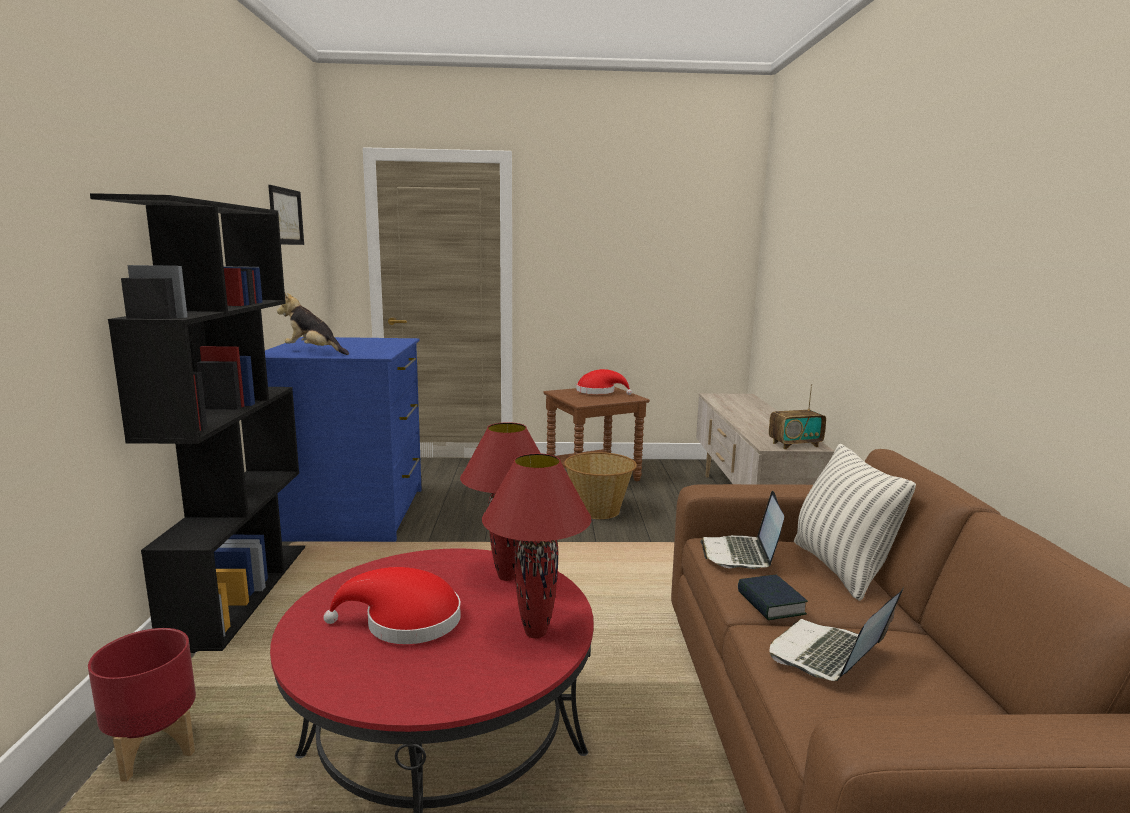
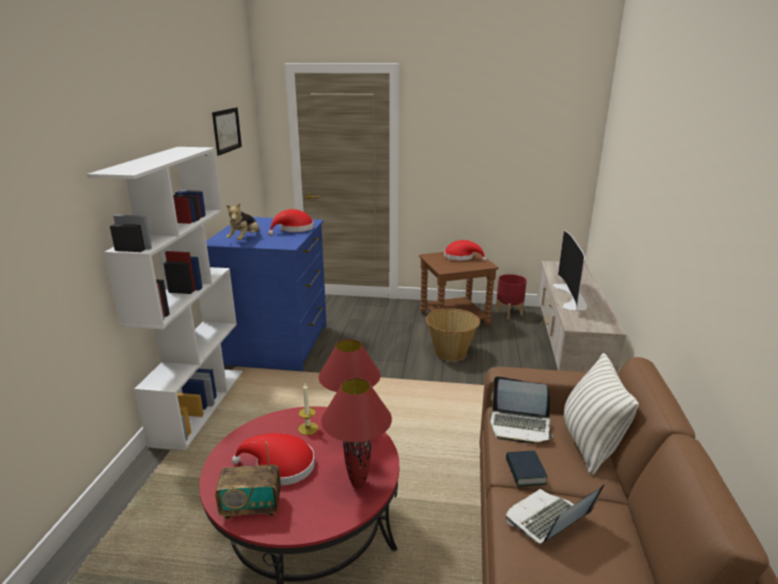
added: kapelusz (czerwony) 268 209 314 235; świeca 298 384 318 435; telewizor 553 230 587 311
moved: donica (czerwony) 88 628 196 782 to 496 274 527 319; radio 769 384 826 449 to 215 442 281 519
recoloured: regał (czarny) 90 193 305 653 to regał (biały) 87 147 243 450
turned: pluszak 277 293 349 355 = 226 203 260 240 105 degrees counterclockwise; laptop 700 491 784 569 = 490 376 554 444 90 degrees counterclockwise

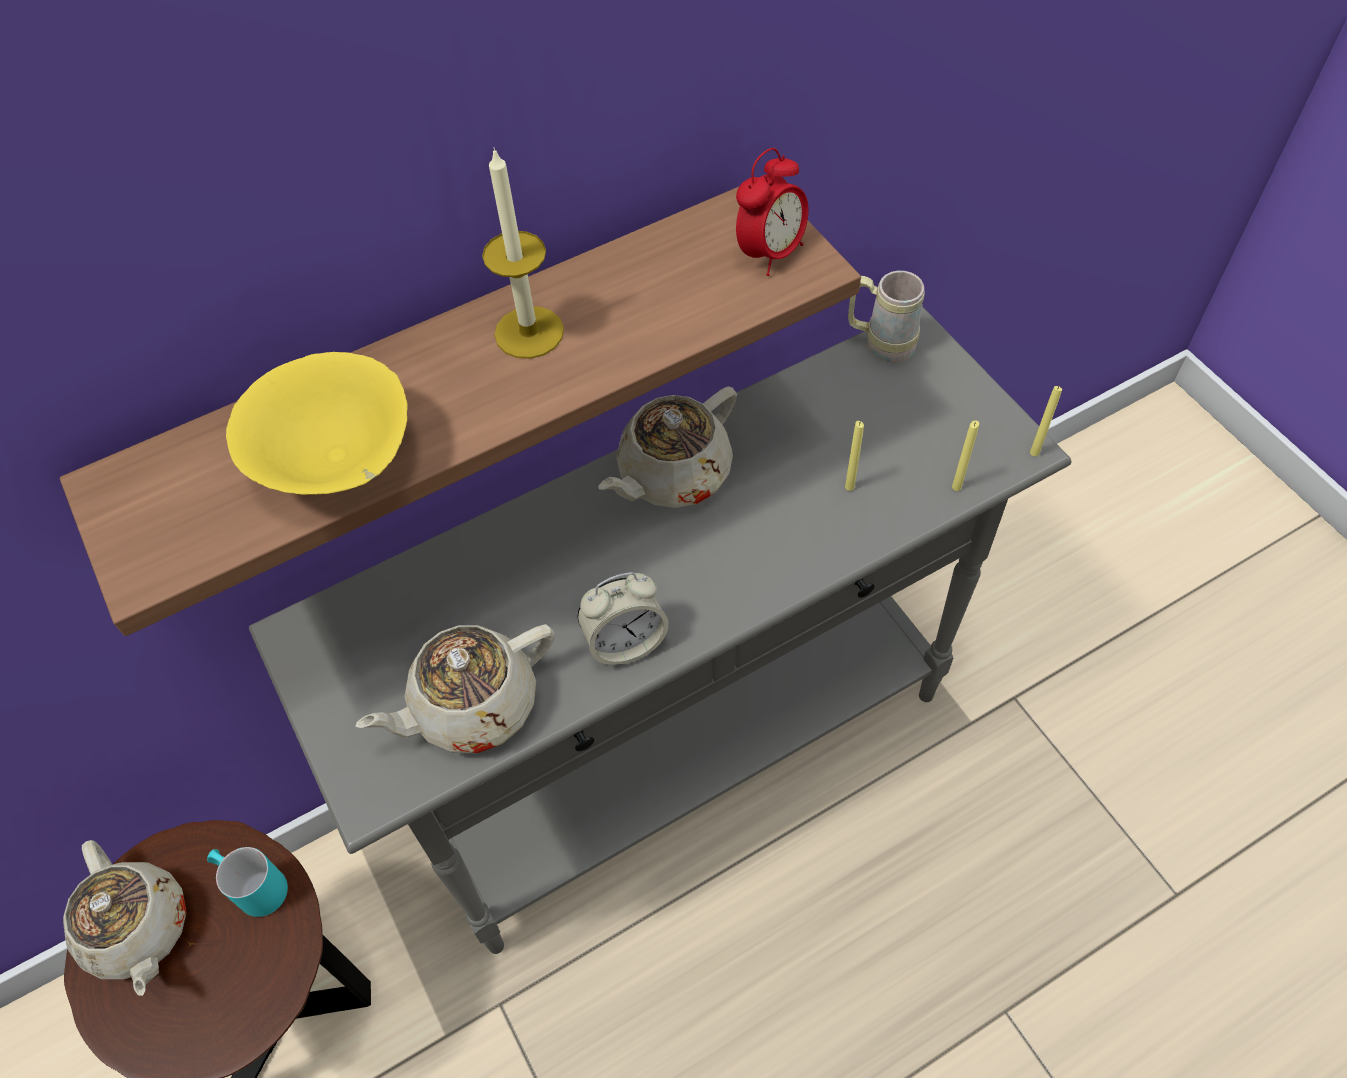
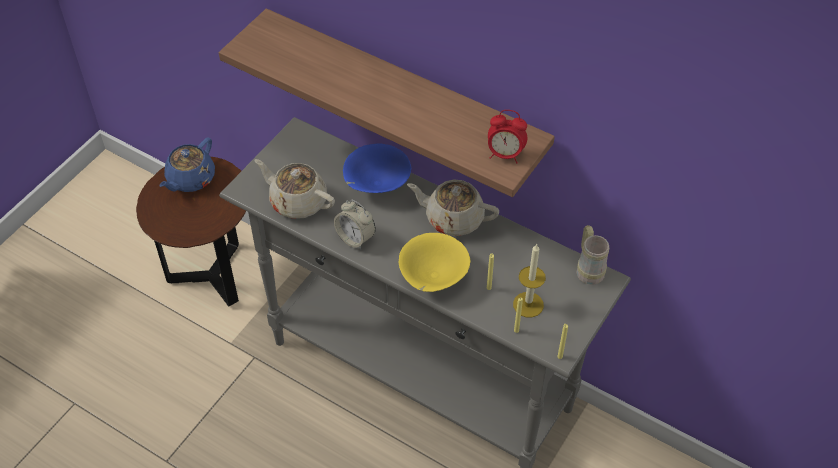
removed: kubek (turkusowy) 207 847 288 917
added: miska (niebieski) 343 143 411 193
moved: miska (żółty) 226 352 408 495 to 399 233 470 292; świeca 482 147 564 359 to 513 243 546 317
recoloured: imbryk (beżowy) 63 840 187 996 to imbryk (niebieski) 159 137 215 192

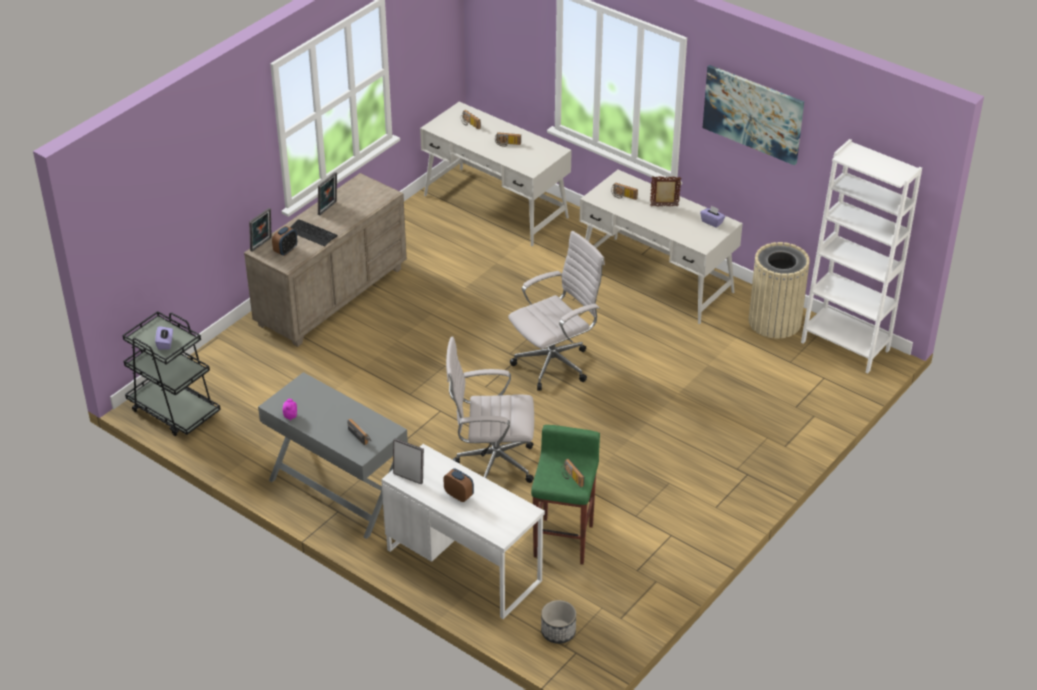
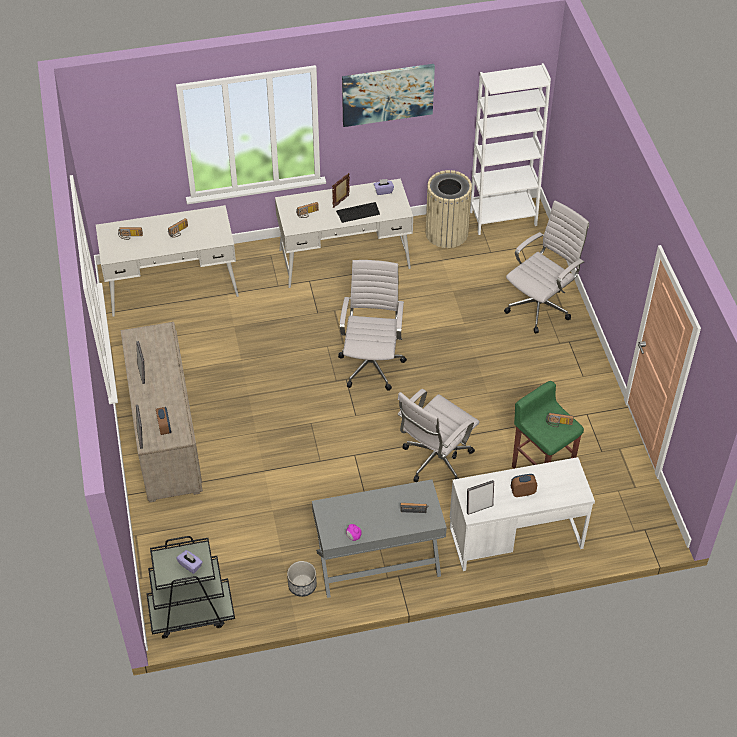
added: krzesło biurowe (biały) 504 200 589 333
moved: klawiatura 290 219 338 246 to 336 202 380 223; donica 541 600 576 644 to 287 561 317 597

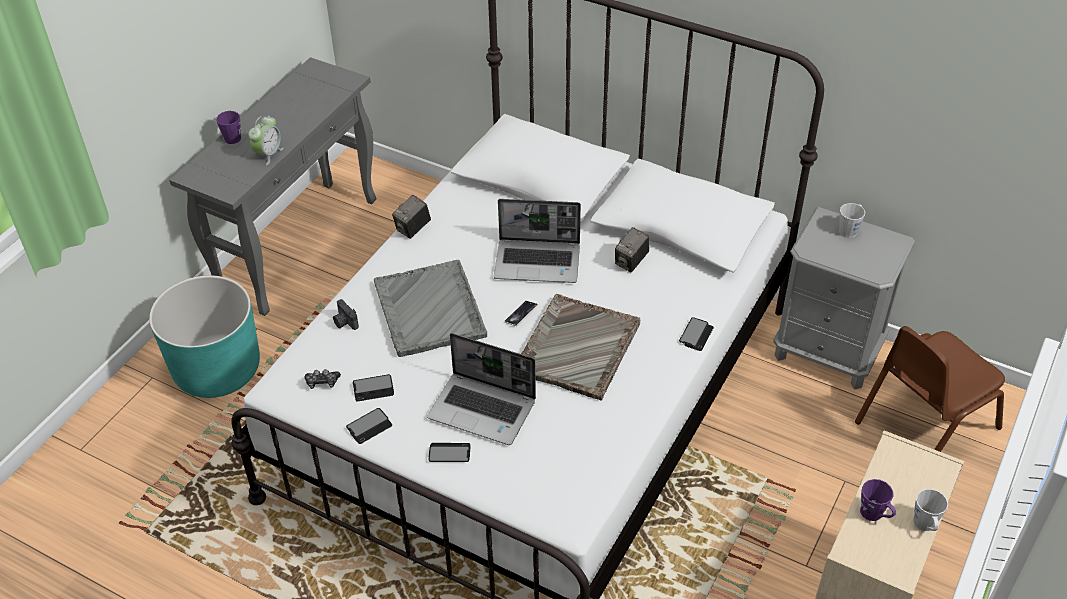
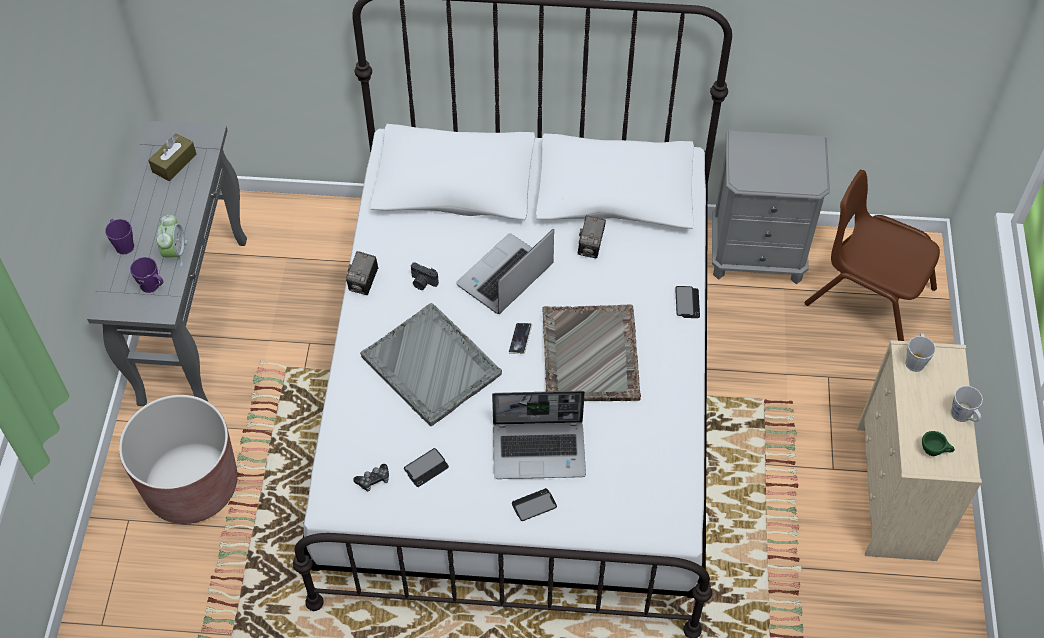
removed: telefon 346 408 392 444
added: pudełko chusteczek (brązowy) 148 133 196 181; filiżanka (zielony) 922 431 955 456
moved: aparat fotograficzny 333 299 359 330 to 411 262 439 290; kubek (szary) 839 203 865 238 to 905 333 936 372; kubek (fioletowy) 860 479 896 521 to 130 257 163 293
recoloured: donica (turkusowy) 149 275 260 398 to donica (brązowy) 119 395 237 524
turned: laptop 494 199 581 283 = 456 229 554 314 150 degrees clockwise; krzesło (brązowy) 855 326 1005 452 = 805 170 940 341 90 degrees clockwise

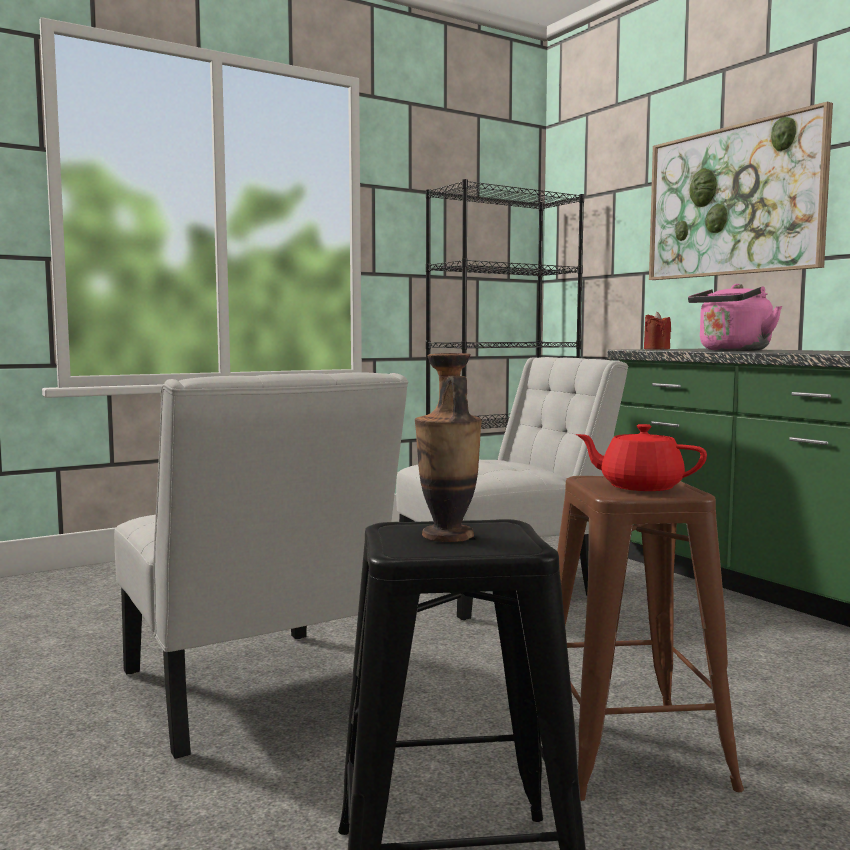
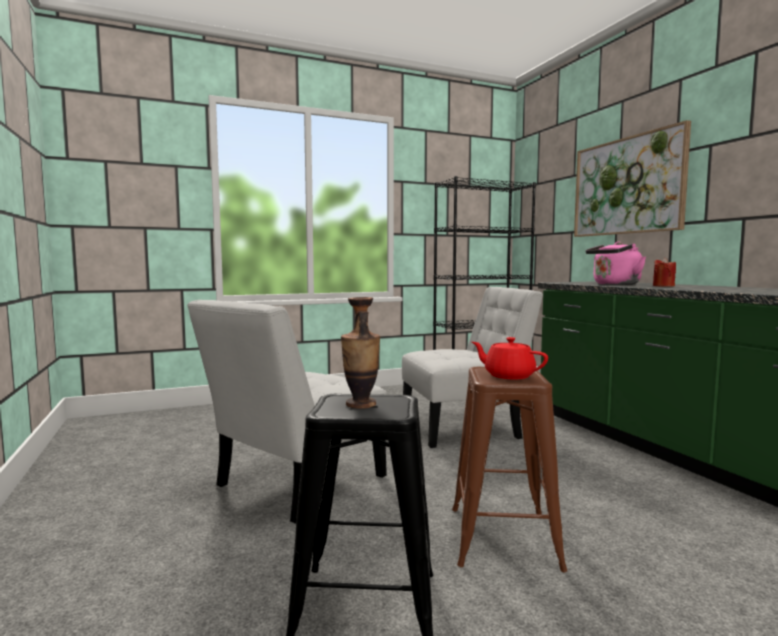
moved: świeca (czerwony) 644 312 671 349 to 653 258 676 287
turned: krzesło (biały) 114 372 408 759 = 187 300 387 524 60 degrees clockwise

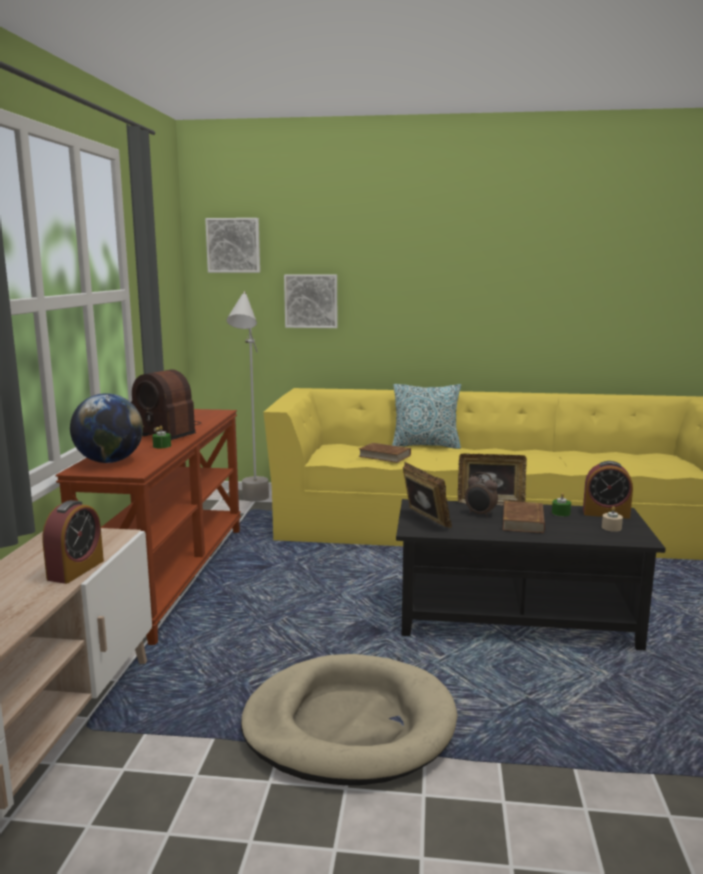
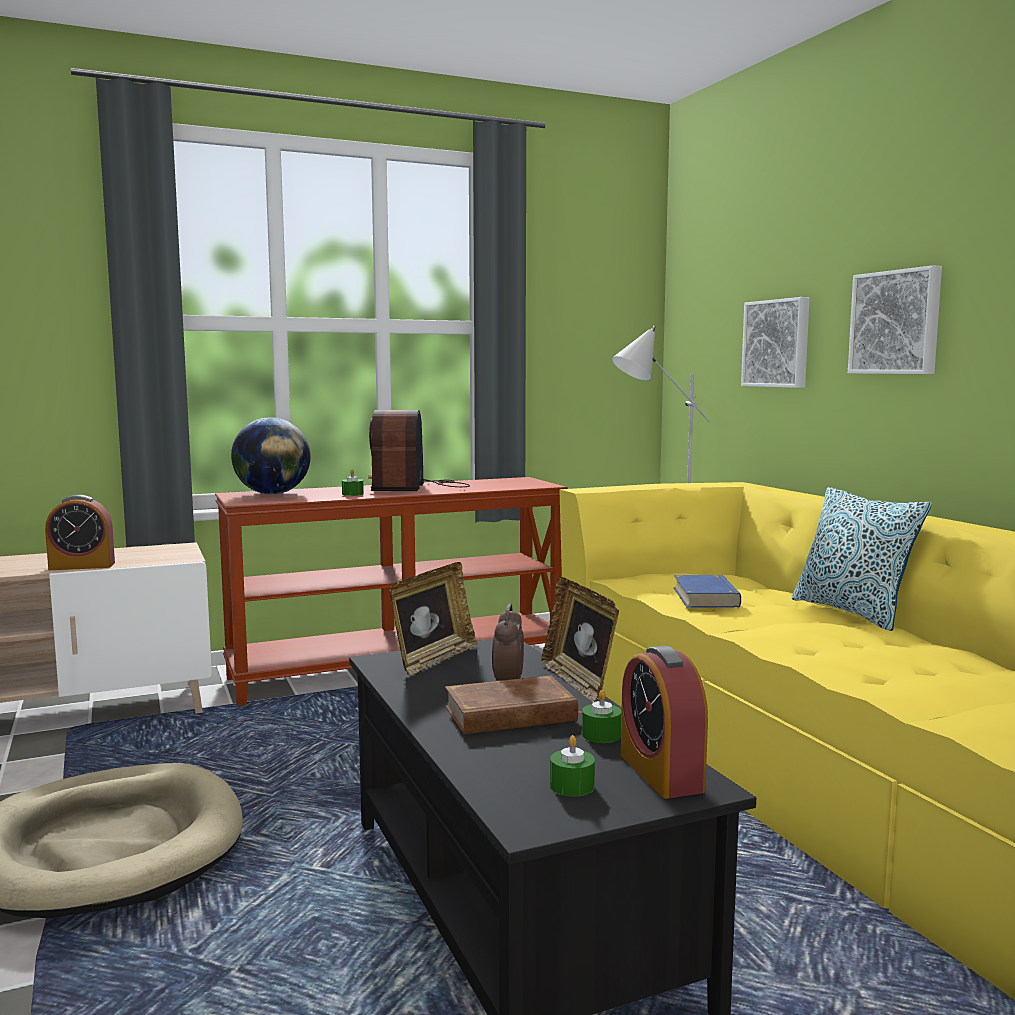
moved: obraz 205 218 260 273 to 848 265 942 374
recoloured: książka (brązowy) 358 443 411 463 to książka (niebieski) 674 575 741 608; świeca (beżowy) 602 506 623 532 to świeca (zielony) 550 735 595 797

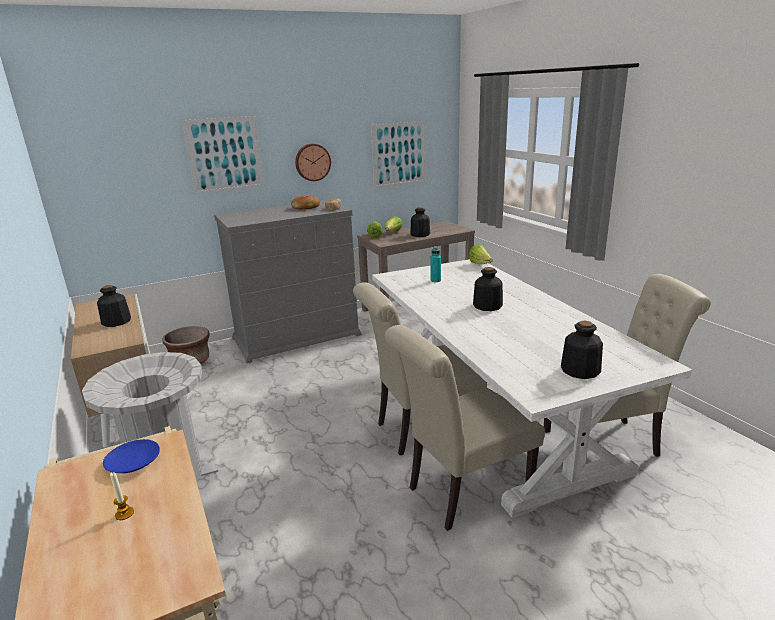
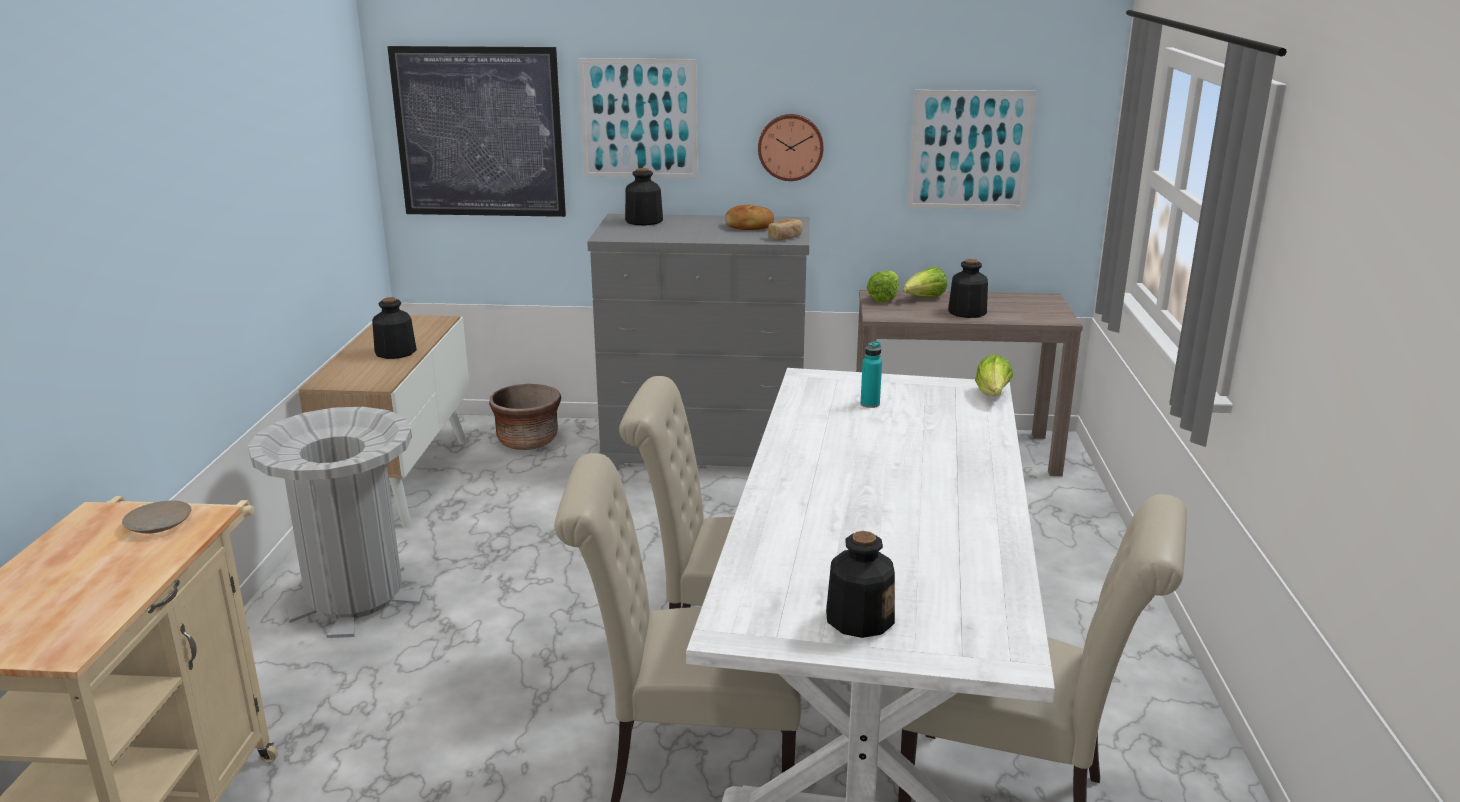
removed: świeca 110 472 134 520
added: obraz 387 46 566 217
moved: butelka 473 267 503 311 to 625 168 663 226
recoloured: talerz (niebieski) 103 439 160 473 to talerz (beżowy) 122 501 191 533

